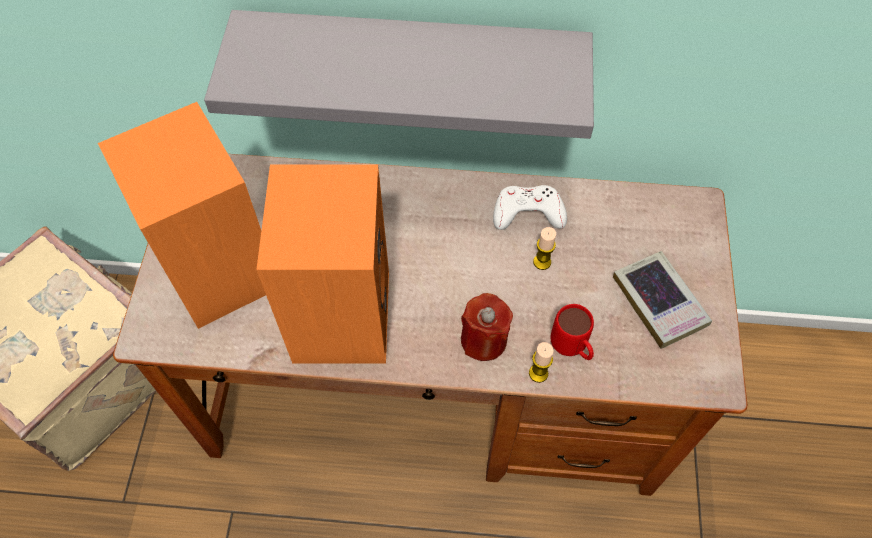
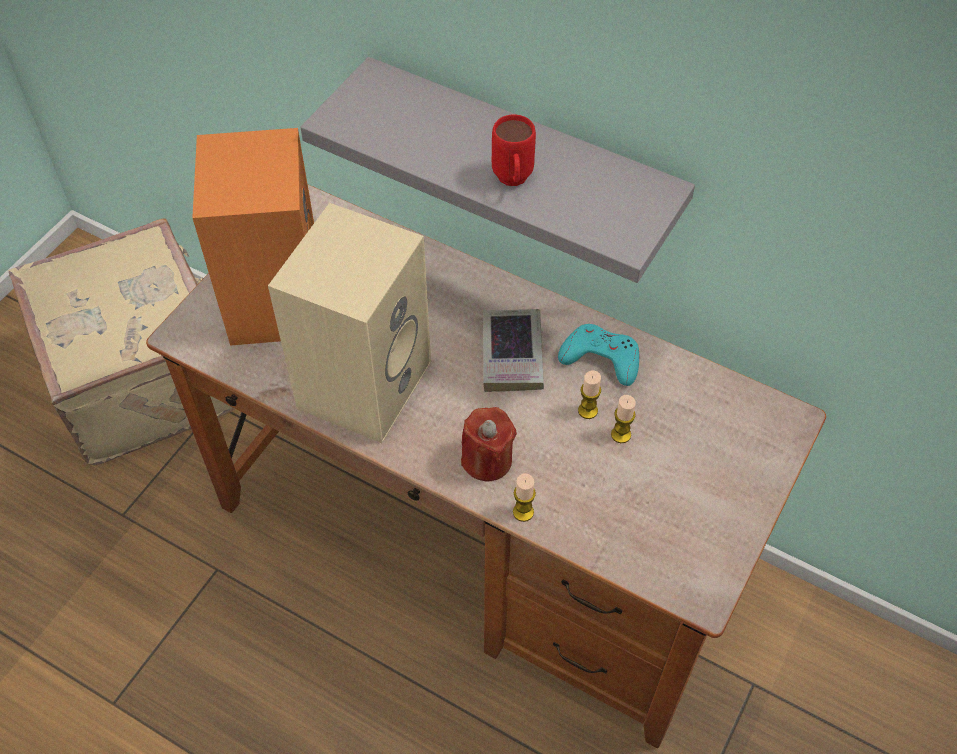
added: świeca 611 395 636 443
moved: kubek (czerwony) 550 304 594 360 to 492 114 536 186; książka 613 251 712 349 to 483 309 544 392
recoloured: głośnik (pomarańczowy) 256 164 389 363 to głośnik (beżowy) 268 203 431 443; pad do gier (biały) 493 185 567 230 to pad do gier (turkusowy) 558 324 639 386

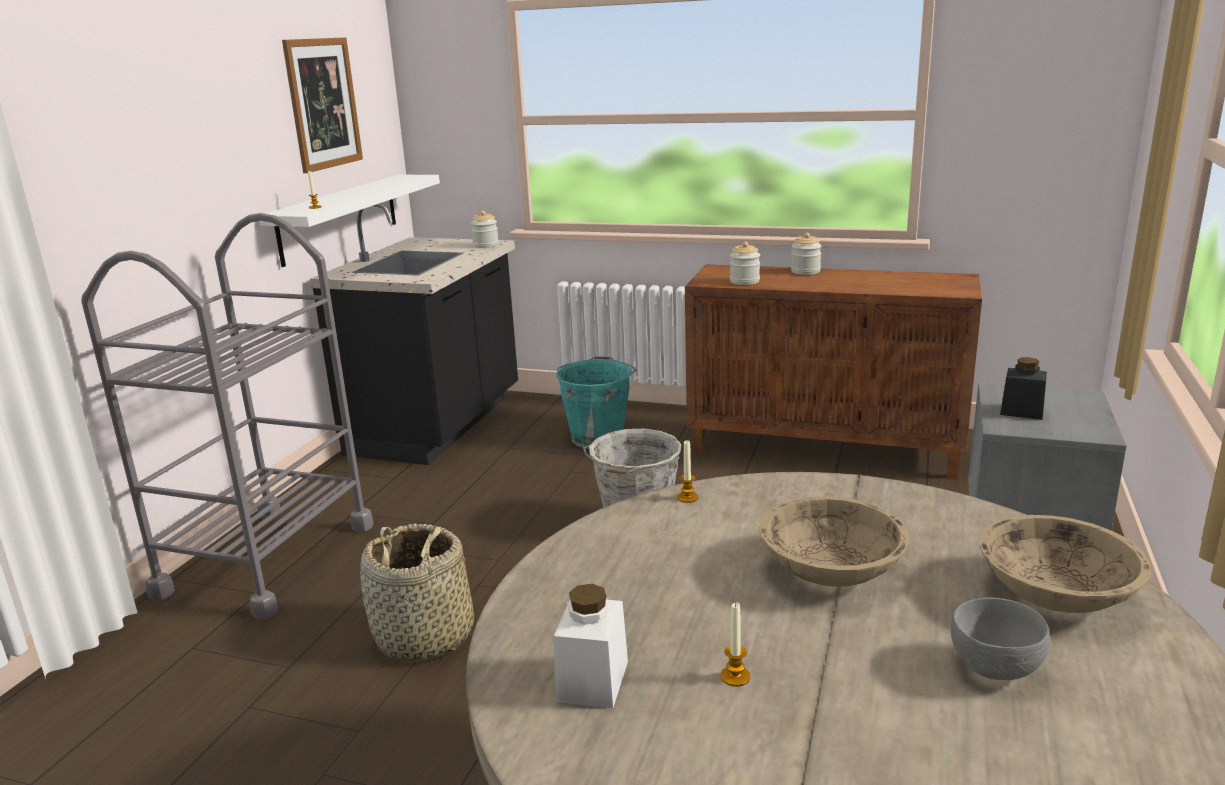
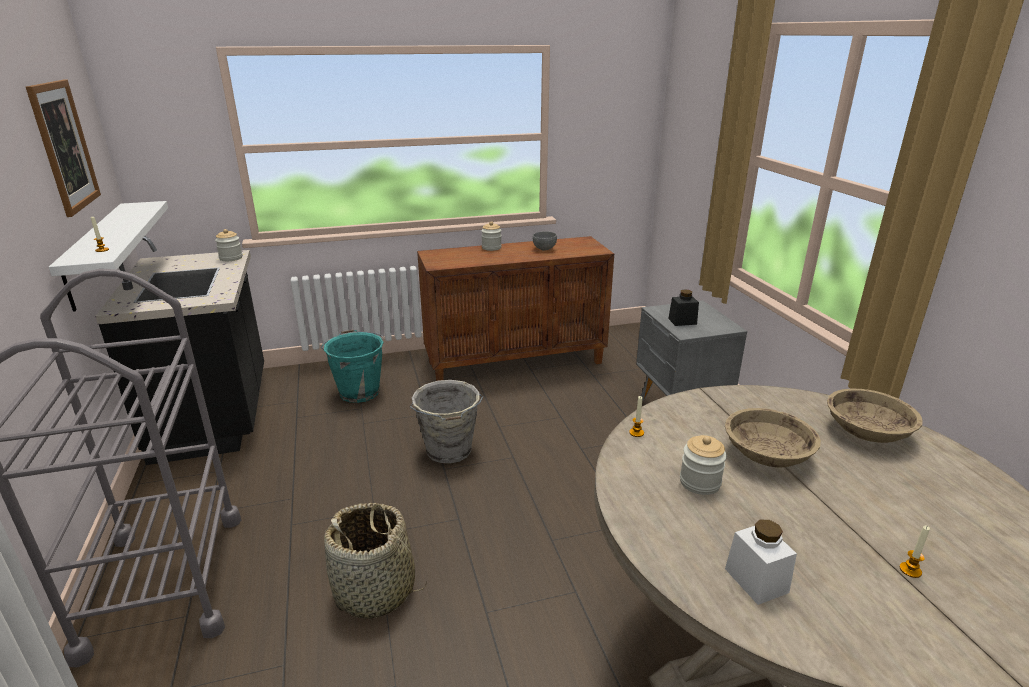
moved: świeca 721 602 750 687 to 899 525 930 578; słoik 730 242 760 285 to 680 435 727 495; miska (szary) 951 598 1050 680 to 533 231 557 251

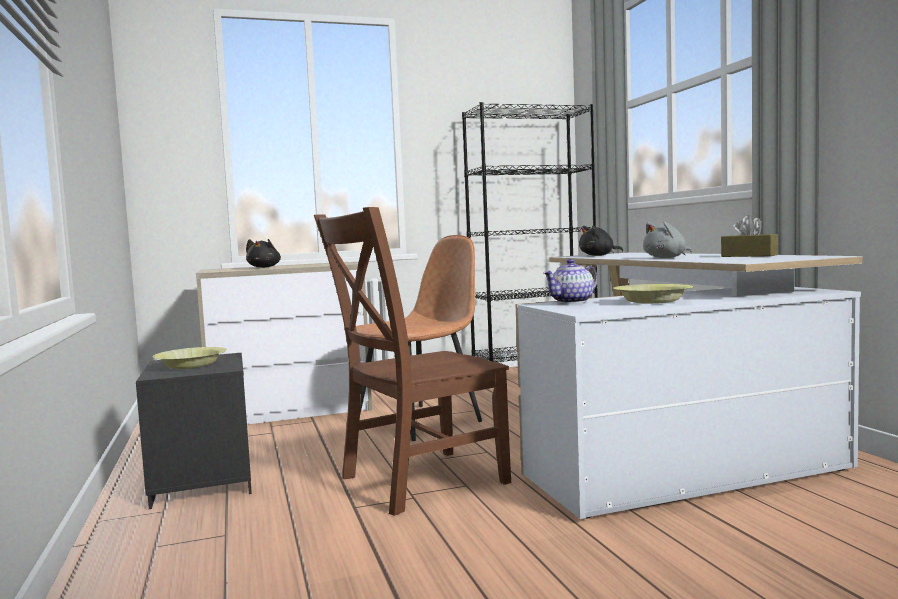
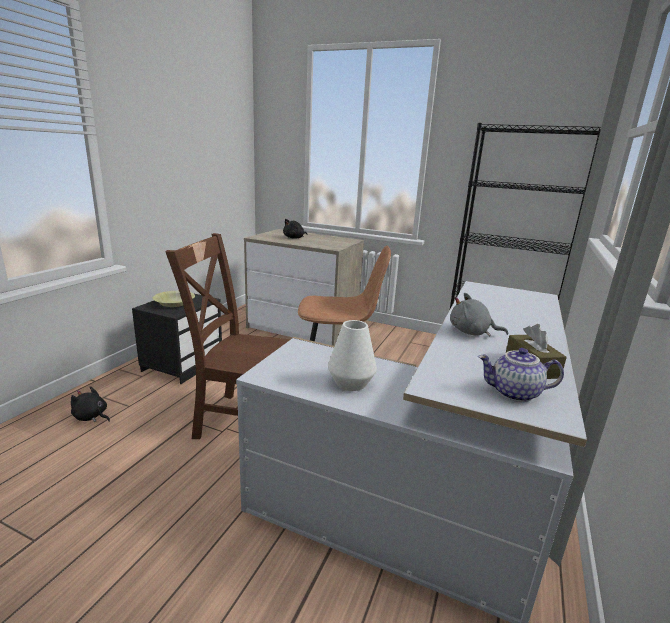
moved: imbryk 543 259 598 304 to 478 348 564 402; pluszak (czarny) 579 226 623 256 to 71 386 110 422
replaced: miska (żółty) 613 284 693 304 to wazon (biały) 328 320 377 391

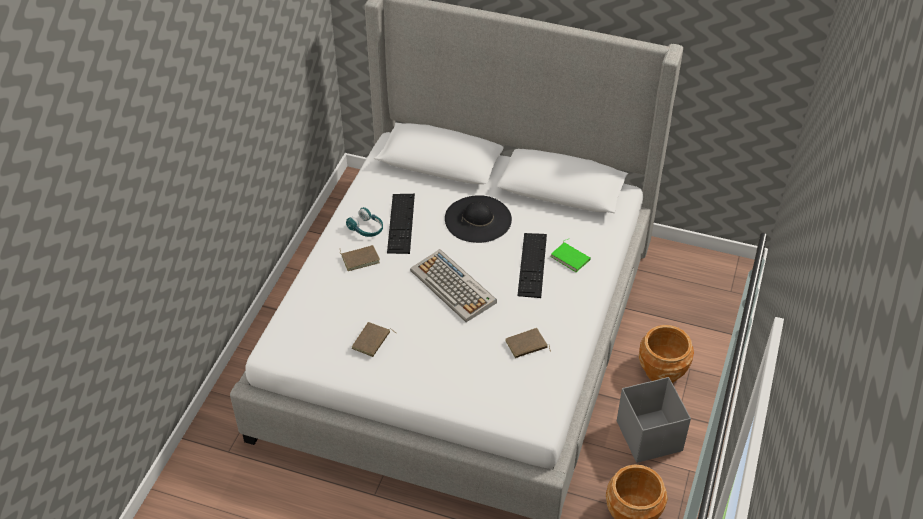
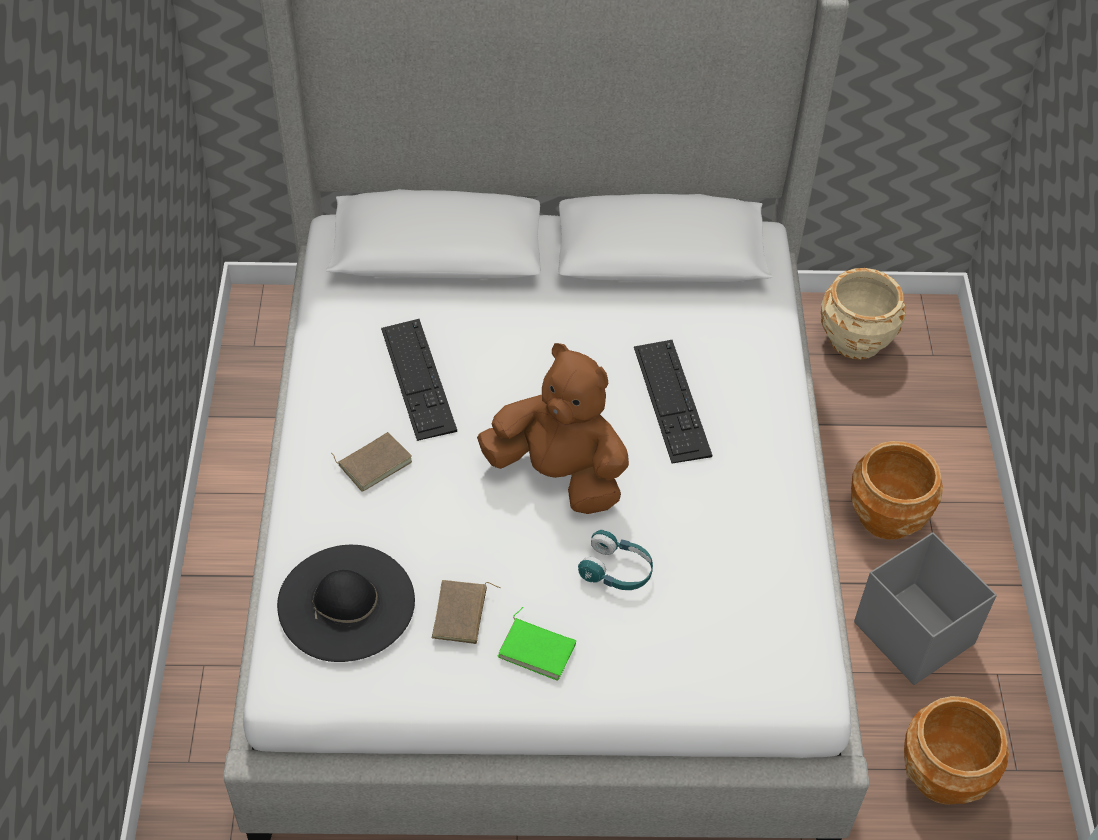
removed: książka (brązowy) 505 328 551 358
added: donica (beżowy) 821 268 906 360
moved: słuchawki (turkusowy) 346 207 383 237 to 578 530 653 590; kapelusz (czarny) 445 195 512 243 to 277 545 415 662; książka (zielony) 550 239 591 272 to 497 607 576 681
replaced: klawiatura 410 249 497 322 to pluszak (brązowy) 477 343 629 514

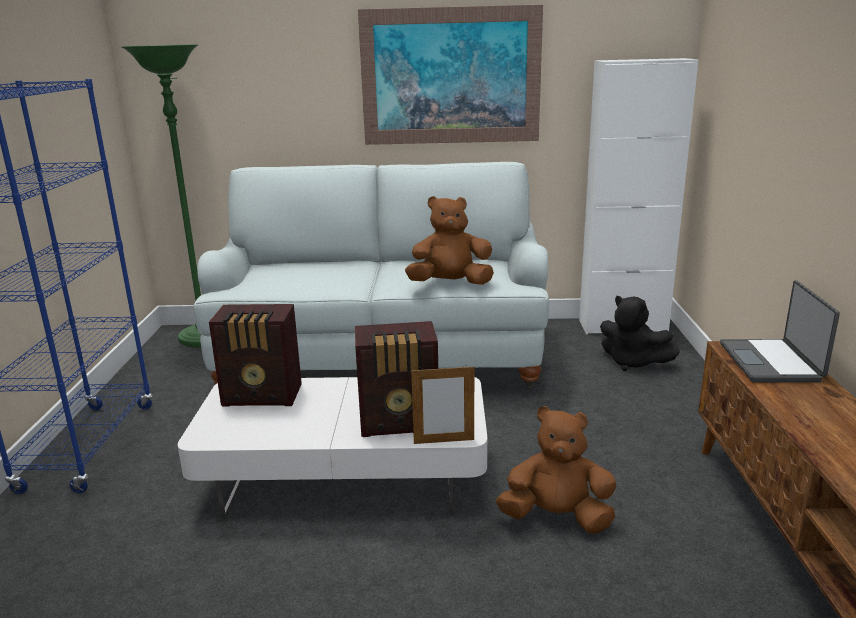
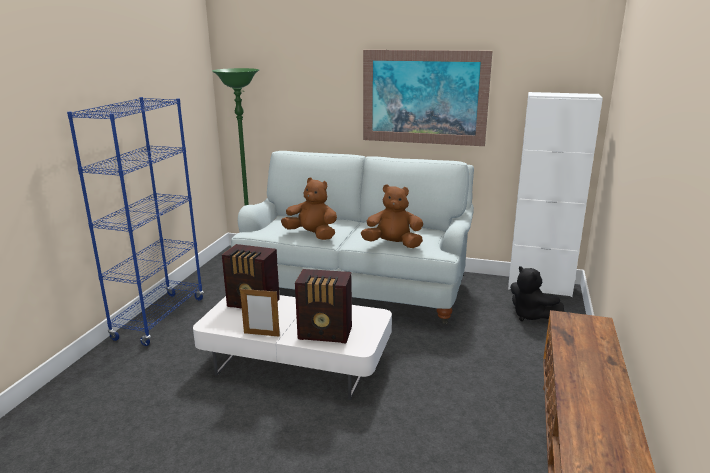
removed: laptop 720 280 840 383
moved: ramka na zdjęcie 411 364 474 444 to 240 288 280 337; pluszak (brązowy) 496 406 616 534 to 281 178 337 240

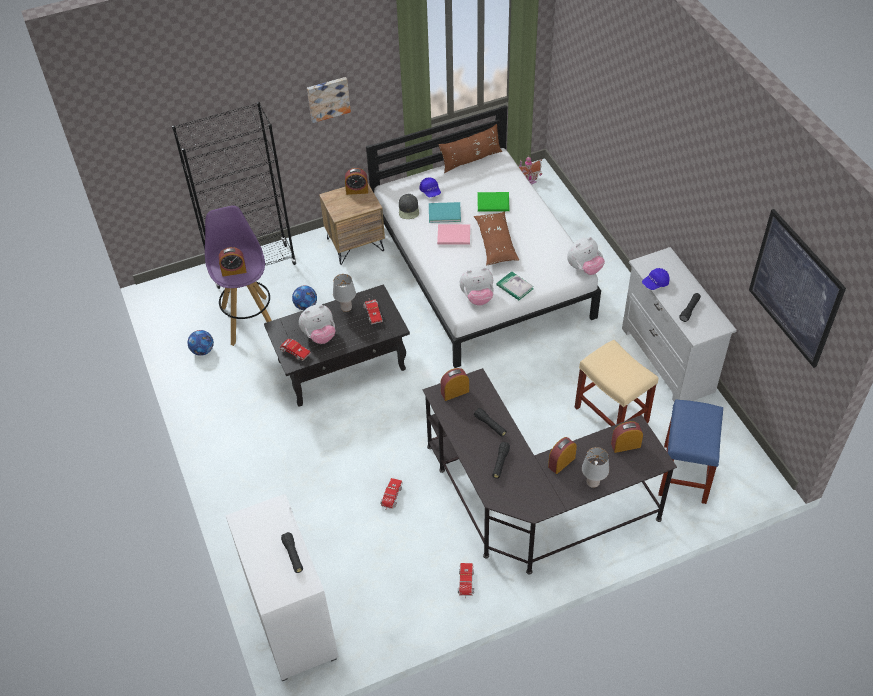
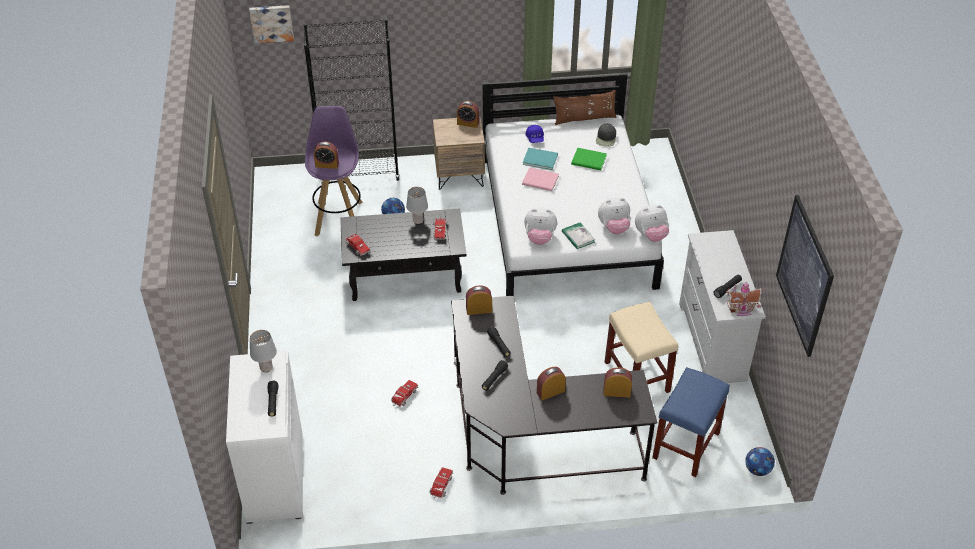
removed: poduszka (brązowy) 474 211 520 265; czapka z daszkiem (niebieski) 642 268 670 290
moved: piłka futbolowa 187 330 214 356 to 745 447 775 476; pluszak 299 305 335 344 to 598 197 631 234; obraz 307 77 351 123 to 249 5 294 43; czapka z daszkiem (czarny) 399 194 419 219 to 596 124 616 147; domek 517 156 542 185 to 726 282 764 316; lampa stołowa (szary) 582 447 609 488 to 250 330 277 372

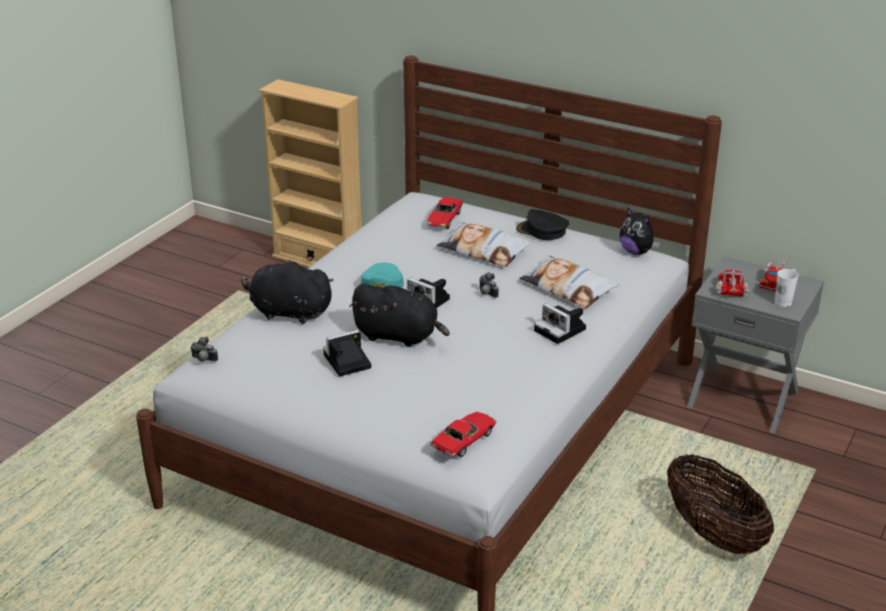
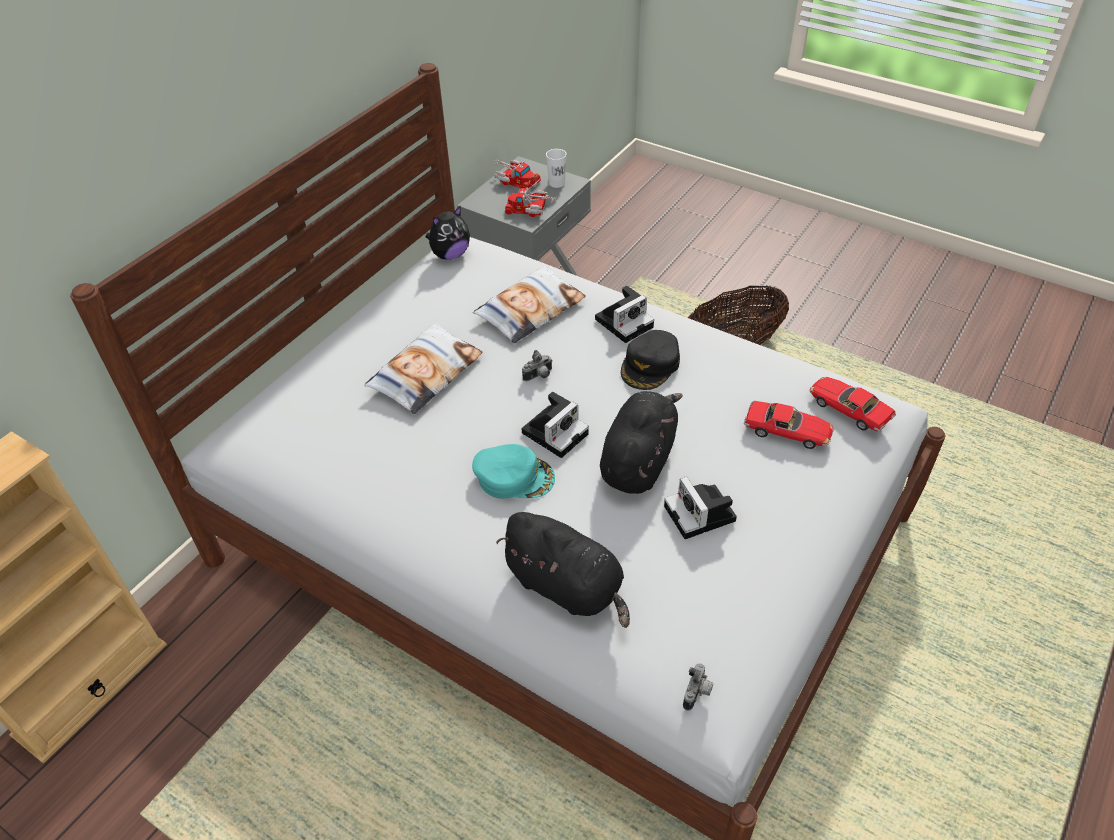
moved: samochodzik 427 197 463 229 to 744 401 833 449; czapka z daszkiem (czarny) 516 209 569 240 to 621 330 680 390
turned: pluszak (czarny) 241 259 334 324 = 496 512 630 628 75 degrees counterclockwise

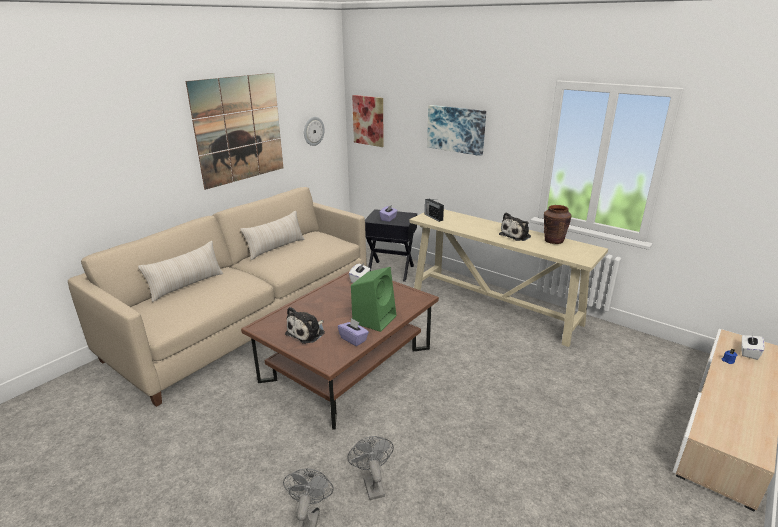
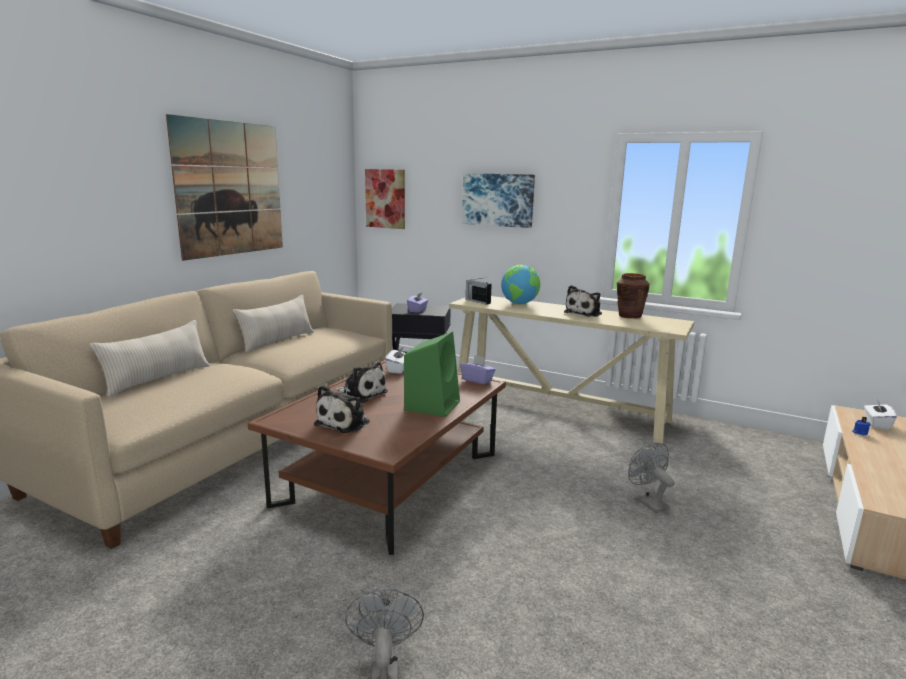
removed: zegar ścienny 304 117 325 146
added: pluszak 335 362 388 403; globus 501 265 540 304
moved: pudełko chusteczek (fioletowy) 338 318 369 346 to 460 356 496 384; wentylator (szary) 348 436 394 500 to 628 443 674 514

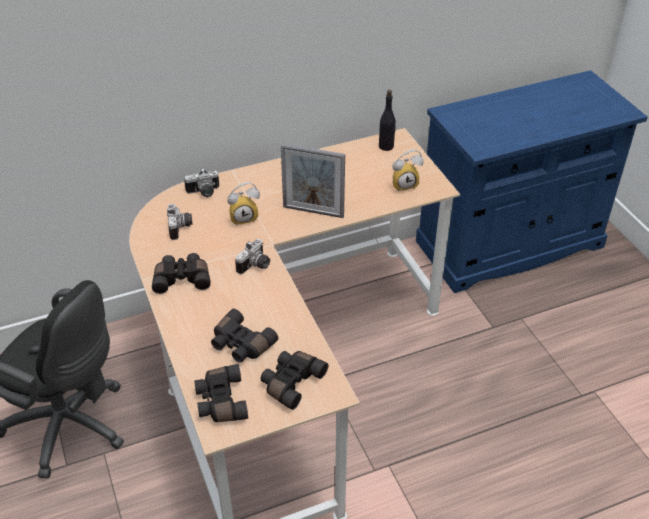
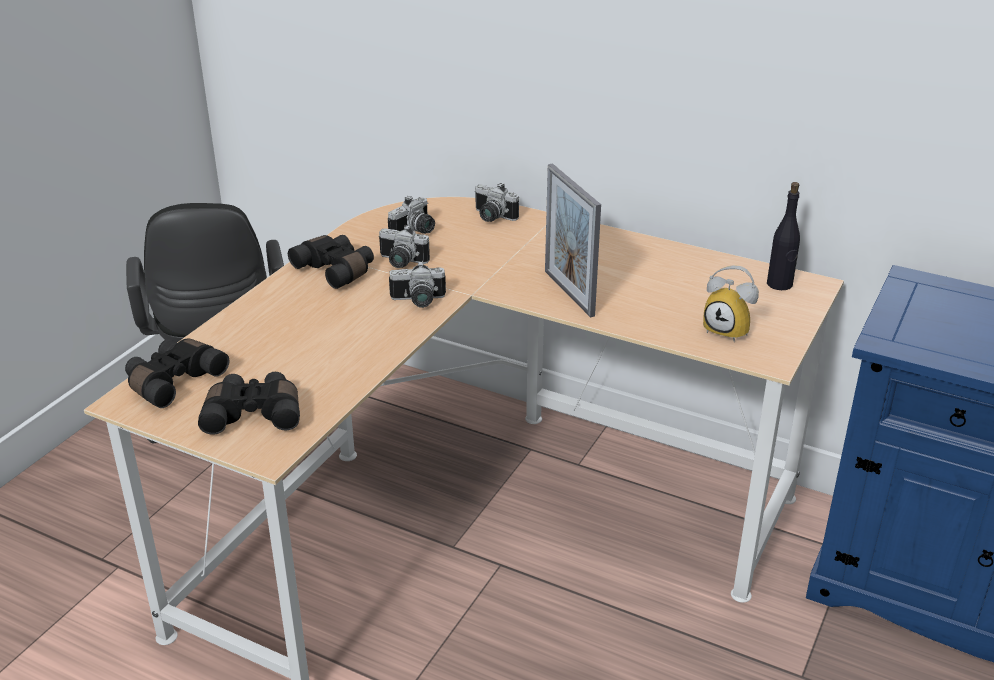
removed: lornetka (czarny) 211 309 278 363; budzik 227 182 260 226
added: aparat fotograficzny 379 225 430 268

